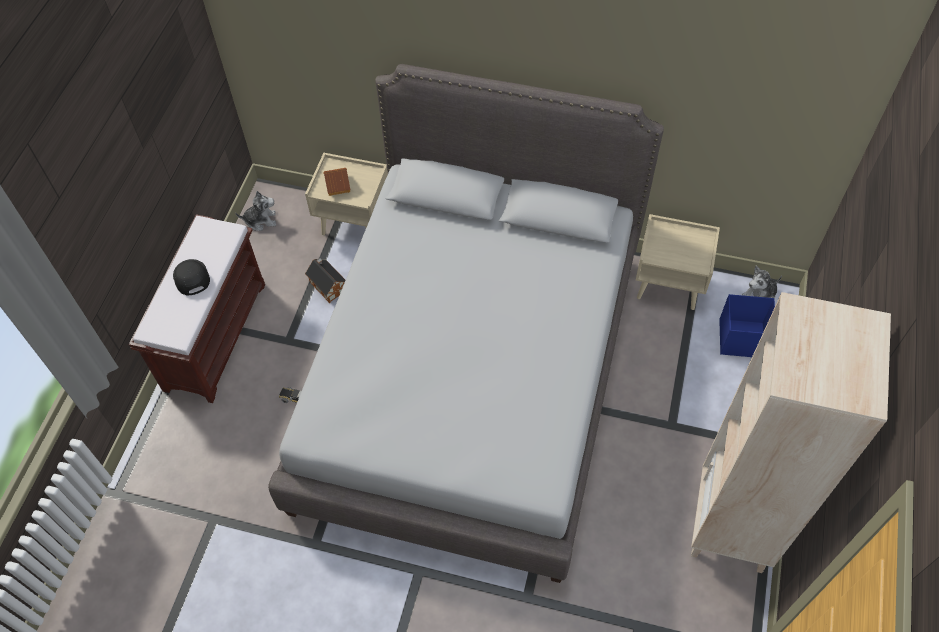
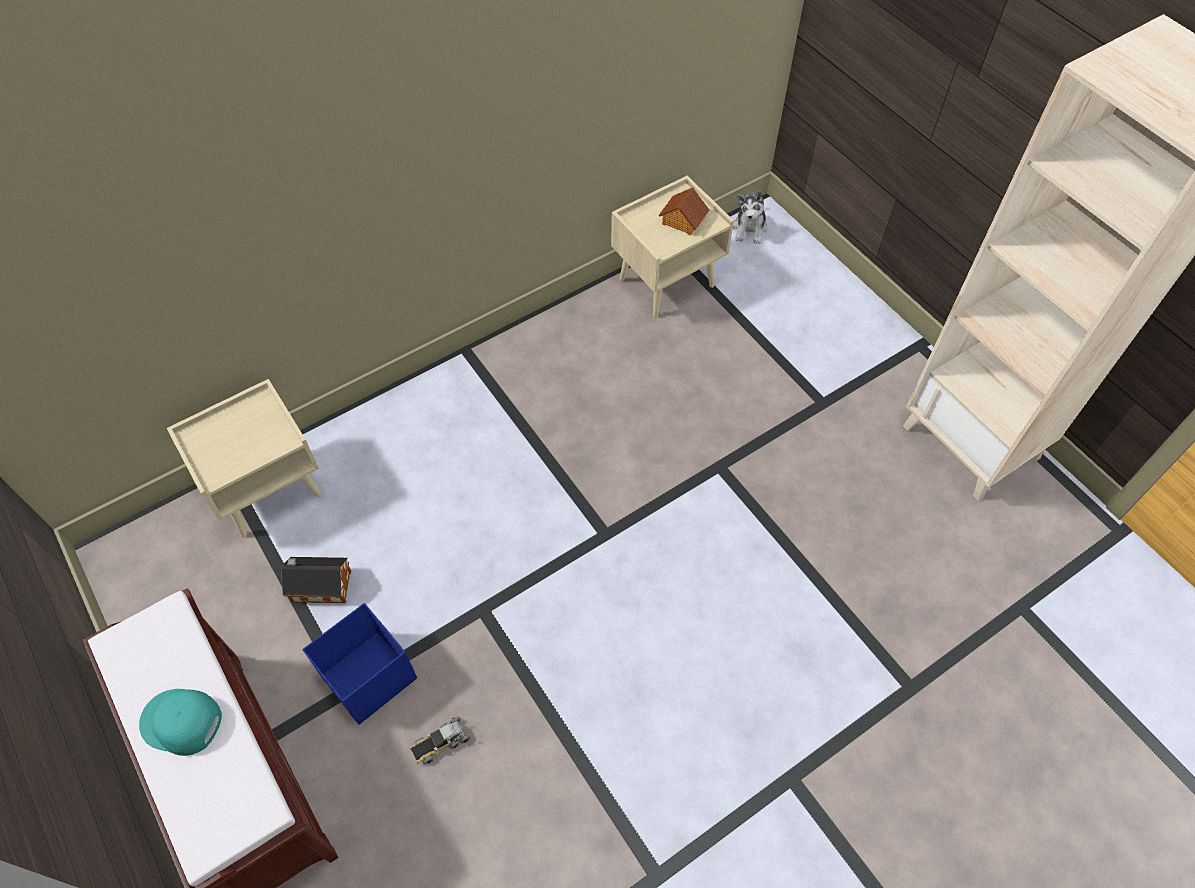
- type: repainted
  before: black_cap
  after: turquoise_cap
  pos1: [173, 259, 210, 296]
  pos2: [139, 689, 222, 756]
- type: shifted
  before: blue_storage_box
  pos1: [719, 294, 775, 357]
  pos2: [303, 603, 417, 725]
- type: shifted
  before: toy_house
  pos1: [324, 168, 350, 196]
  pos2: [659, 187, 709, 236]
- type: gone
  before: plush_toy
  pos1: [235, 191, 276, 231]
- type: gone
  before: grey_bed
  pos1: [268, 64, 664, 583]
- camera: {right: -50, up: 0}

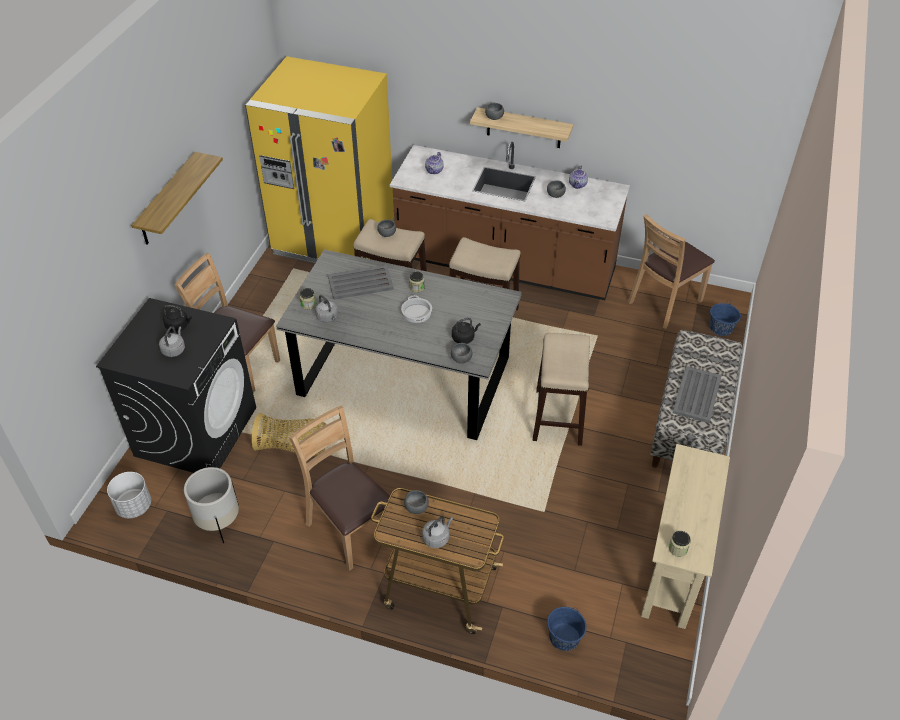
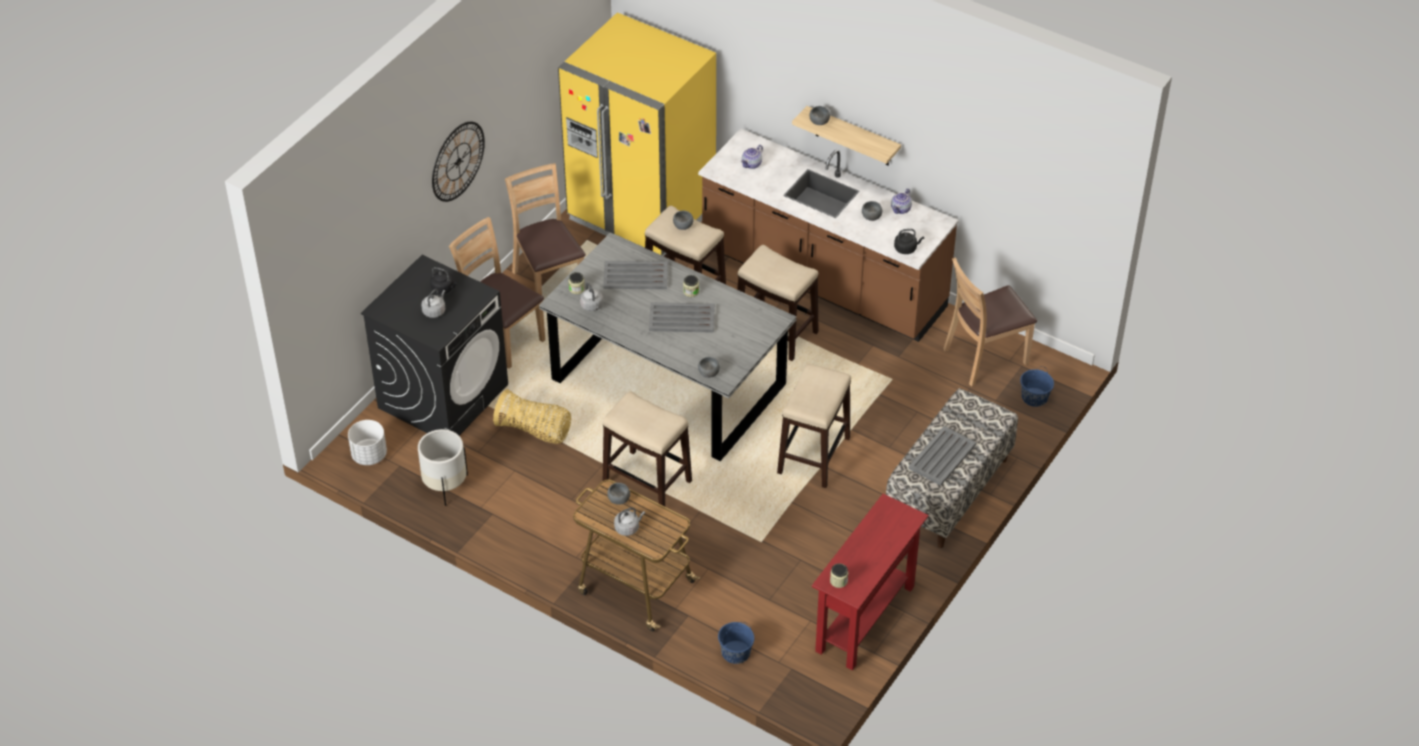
- type: swapped
  before: shelf
  after: wall_clock
  pos1: [131, 152, 223, 245]
  pos2: [432, 122, 485, 202]
- type: shifted
  before: brown_chair
  pos1: [289, 406, 394, 571]
  pos2: [505, 163, 586, 295]
- type: new
  after: stool
  pos2: [603, 391, 692, 506]
- type: swapped
  before: cooking_pot
  after: grey_tray
  pos1: [401, 295, 432, 323]
  pos2: [649, 302, 715, 333]
- type: repainted
  before: beige_console_table
  after: red_console_table
  pos1: [641, 444, 730, 629]
  pos2: [812, 494, 929, 671]
- type: shifted
  before: black_kettle
  pos1: [452, 318, 481, 344]
  pos2: [894, 229, 924, 254]
- camera: {right: 15, up: 0}

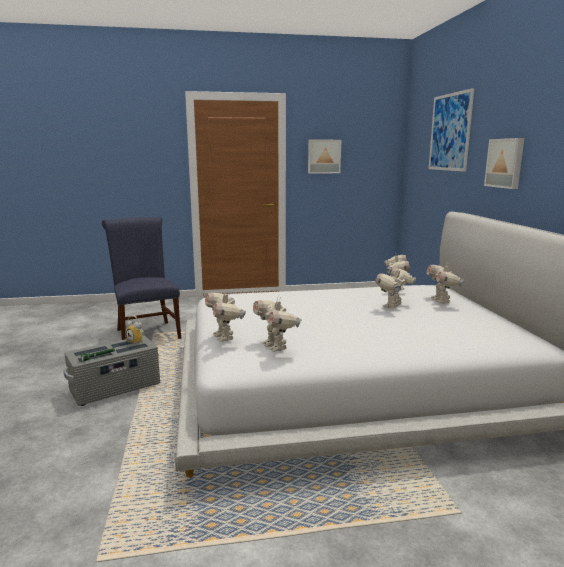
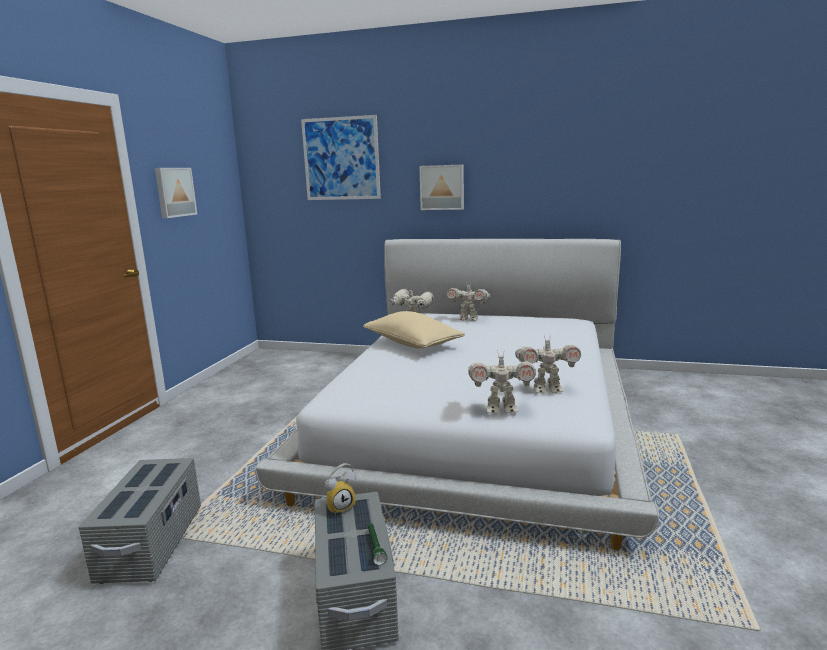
- type: swapped
  before: blue_chair
  after: grey_storage_box
  pos1: [102, 217, 181, 340]
  pos2: [79, 458, 201, 584]
- type: new
  after: beige_pillow
  pos2: [363, 311, 465, 348]
- type: gone
  before: toy_robot
  pos1: [375, 267, 416, 309]
- camera: {right: -65, up: 0}

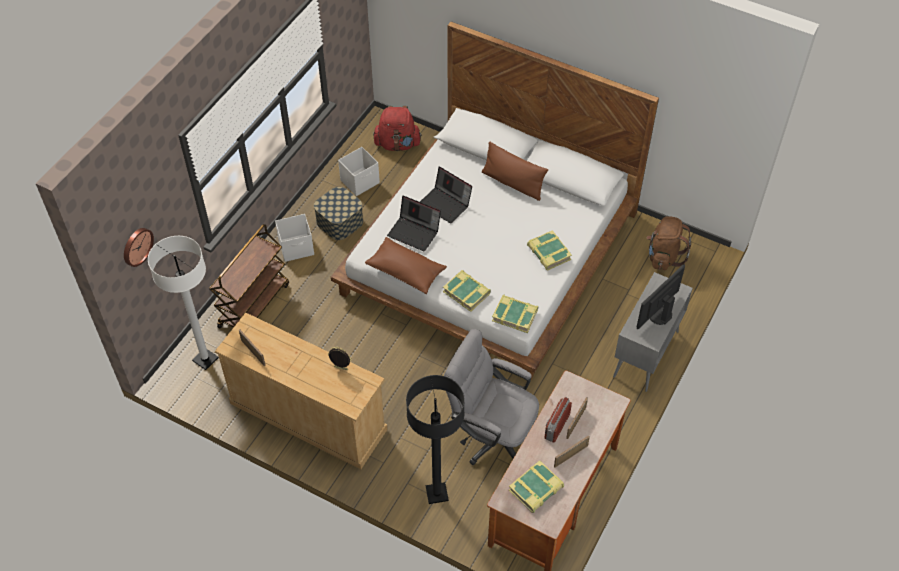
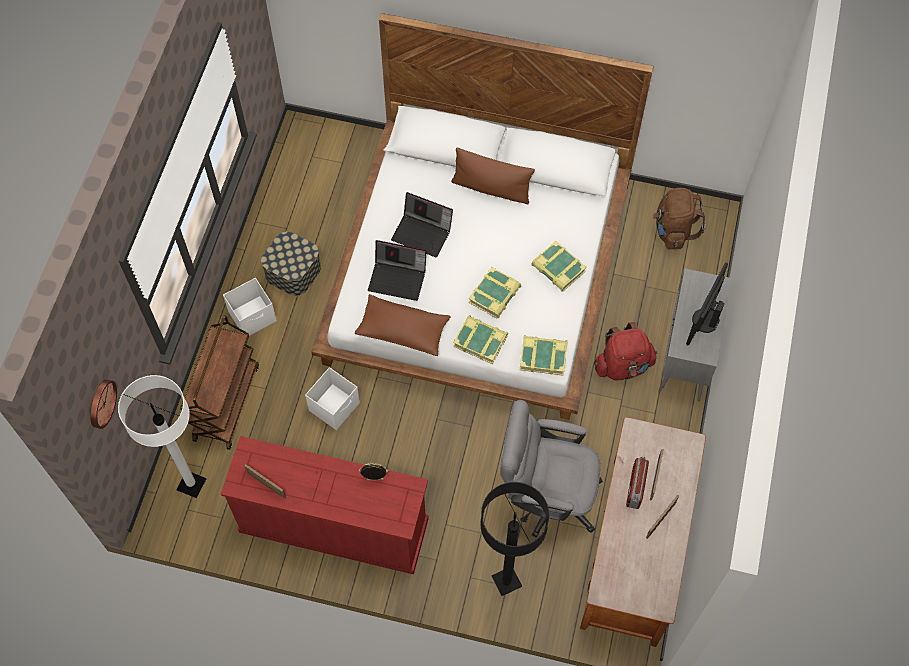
- type: repainted
  before: beige_dresser
  after: red_dresser
  pos1: [215, 313, 387, 469]
  pos2: [221, 436, 429, 574]
- type: shifted
  before: white_storage_box
  pos1: [338, 147, 380, 196]
  pos2: [305, 367, 360, 430]
- type: shifted
  before: book
  pos1: [509, 460, 564, 513]
  pos2: [469, 267, 521, 318]
- type: shifted
  before: red_backpack
  pos1: [373, 106, 422, 151]
  pos2: [594, 322, 657, 380]
- camera: {right: -15, up: 10}

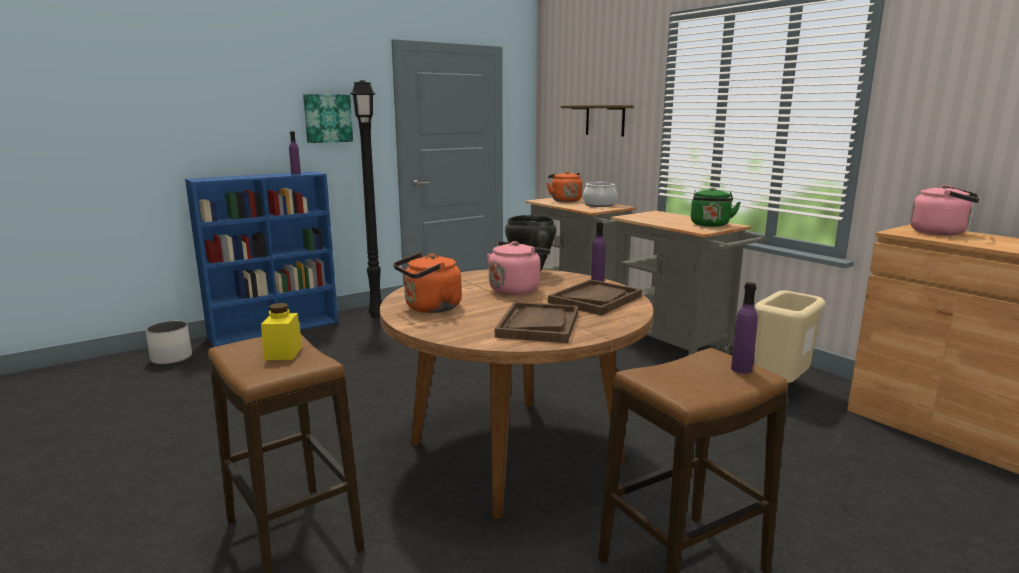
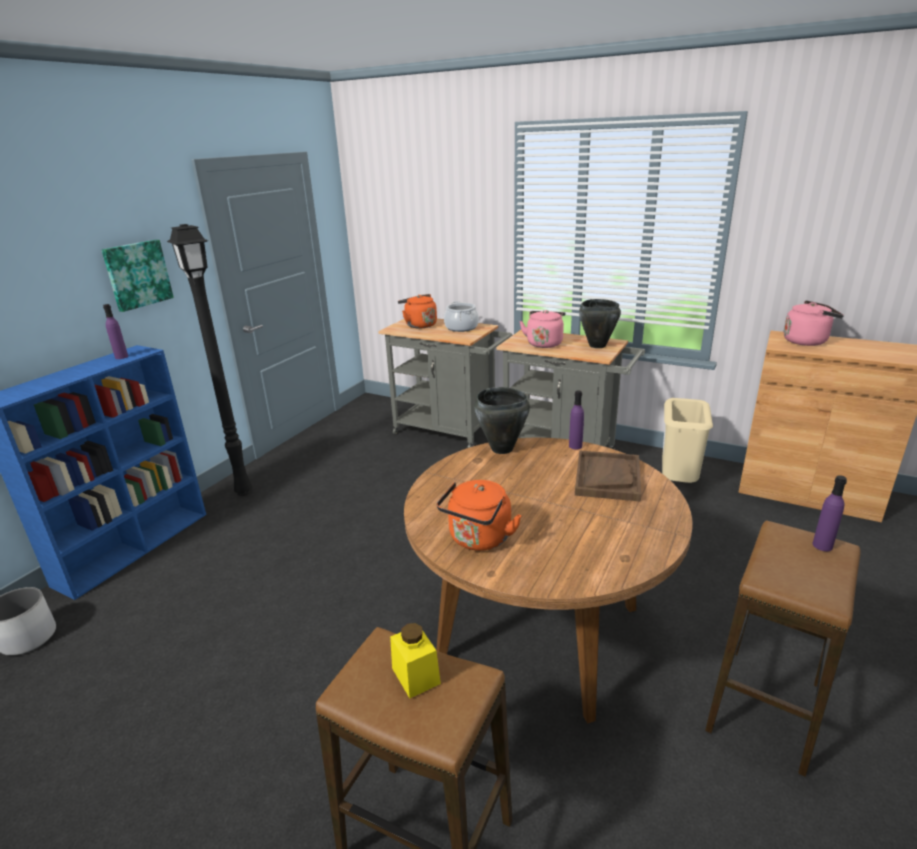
- type: shifted
  before: pink_kettle
  pos1: [487, 241, 550, 295]
  pos2: [520, 310, 565, 348]
- type: swapped
  before: green_kettle
  after: black_cooking_pot
  pos1: [691, 188, 741, 227]
  pos2: [579, 299, 621, 348]
- type: gone
  before: brown_tray
  pos1: [495, 302, 578, 343]
- type: gone
  before: shelf
  pos1: [561, 105, 634, 137]
- camera: {right: -25, up: 10}

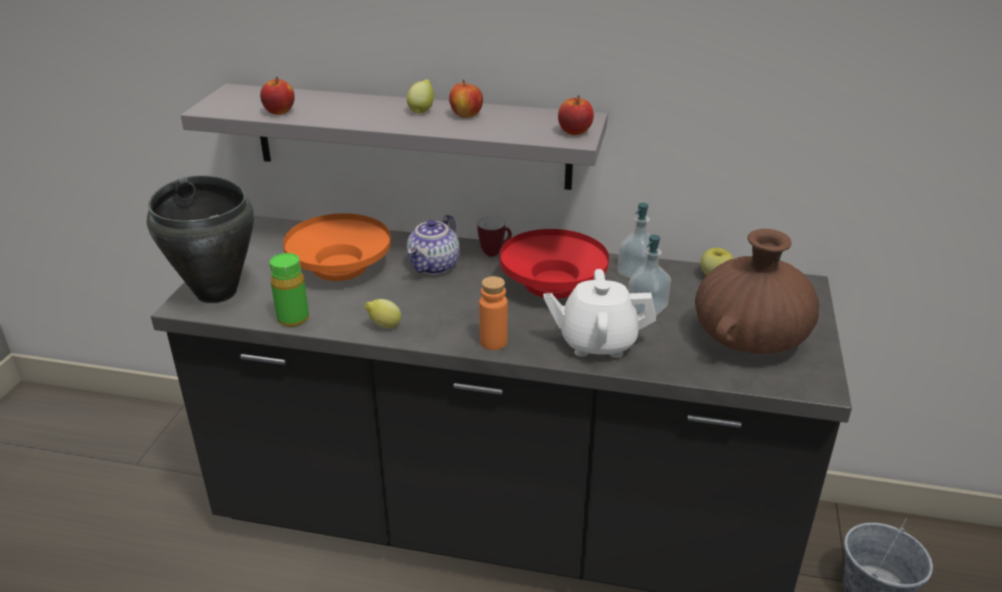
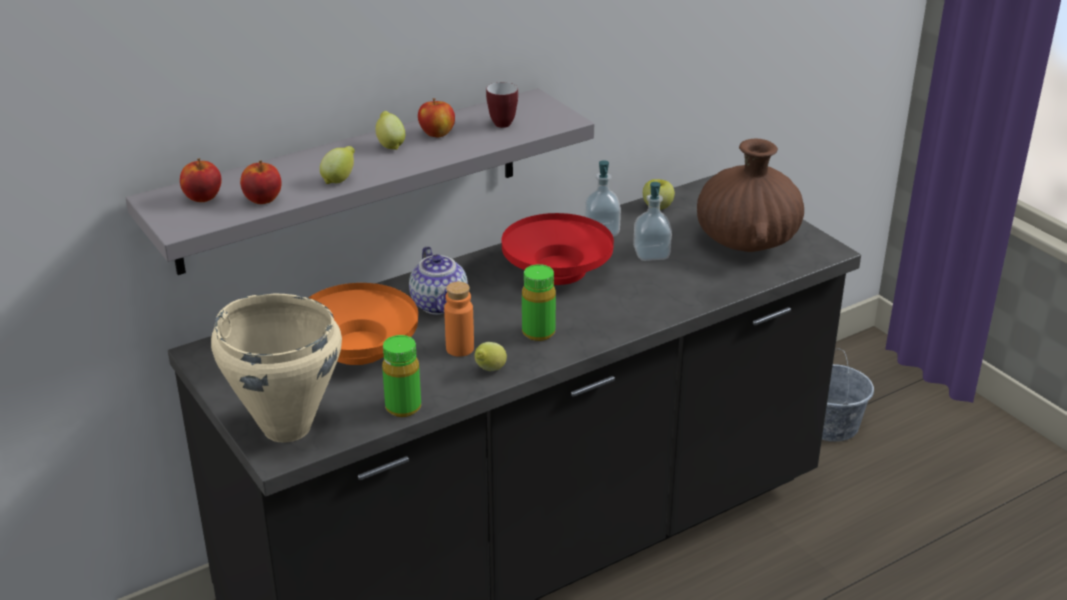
- type: shifted
  before: apple
  pos1: [558, 95, 594, 135]
  pos2: [180, 158, 222, 202]
- type: repainted
  before: black_cooking_pot
  after: beige_cooking_pot
  pos1: [147, 175, 254, 303]
  pos2: [211, 293, 342, 443]
- type: new
  after: lemon
  pos2: [320, 146, 355, 184]
- type: shifted
  before: orange_bottle
  pos1: [479, 276, 508, 350]
  pos2: [444, 282, 474, 357]
- type: shifted
  before: mug
  pos1: [478, 217, 512, 257]
  pos2: [486, 82, 518, 128]
- type: new
  after: green_bottle
  pos2: [522, 264, 556, 341]
- type: gone
  before: white_teapot
  pos1: [544, 269, 656, 358]
- camera: {right: -45, up: 0}

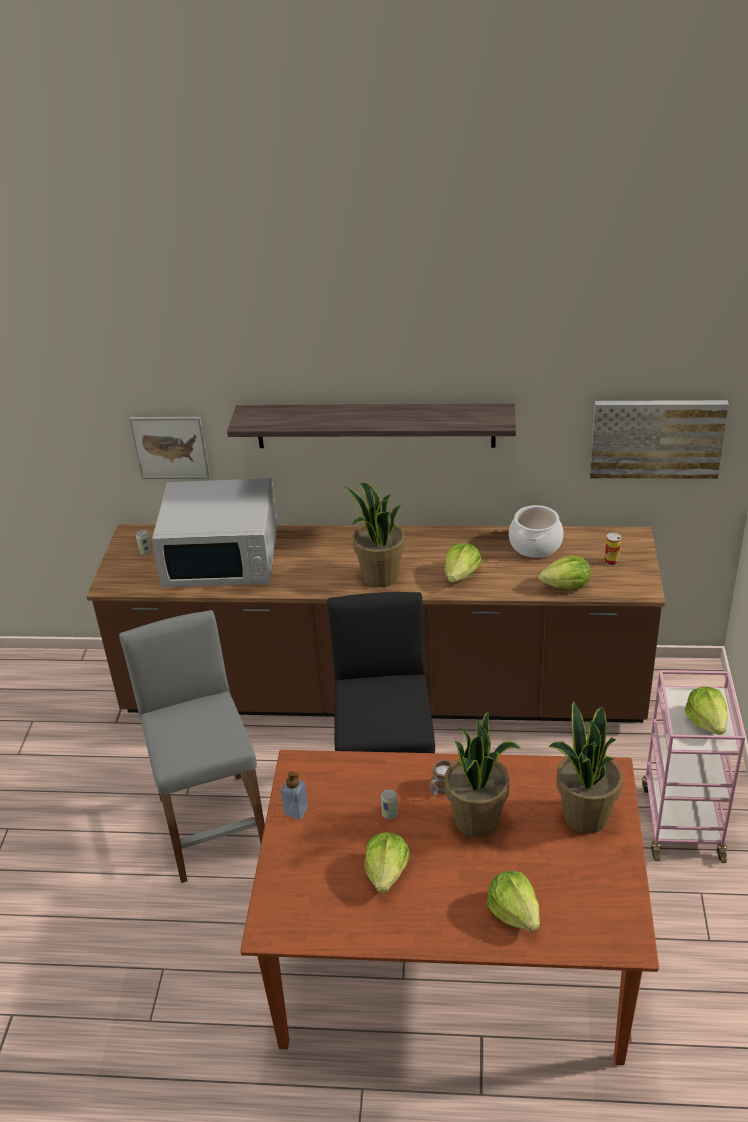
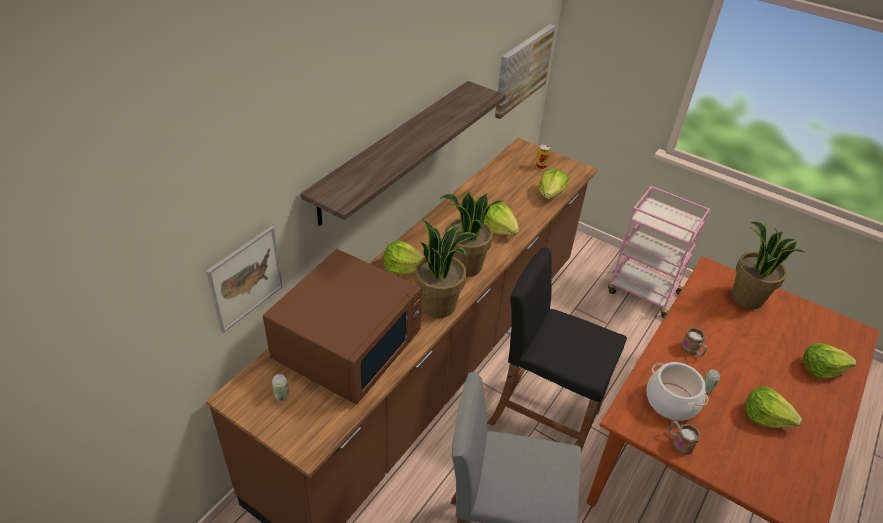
- type: repainted
  before: white_microwave
  after: brown_microwave
  pos1: [152, 478, 278, 587]
  pos2: [263, 249, 422, 405]
- type: shifted
  before: lettuce
  pos1: [685, 686, 728, 735]
  pos2: [383, 240, 424, 275]
- type: shifted
  before: potted_plant
  pos1: [445, 710, 521, 837]
  pos2: [415, 220, 478, 318]
- type: shifted
  before: cooking_pot
  pos1: [509, 505, 564, 558]
  pos2: [647, 362, 709, 421]
- type: swapped
  before: soap_dispenser
  after: mug
  pos1: [281, 771, 308, 820]
  pos2: [669, 420, 701, 455]
- camera: {right: -65, up: 5}

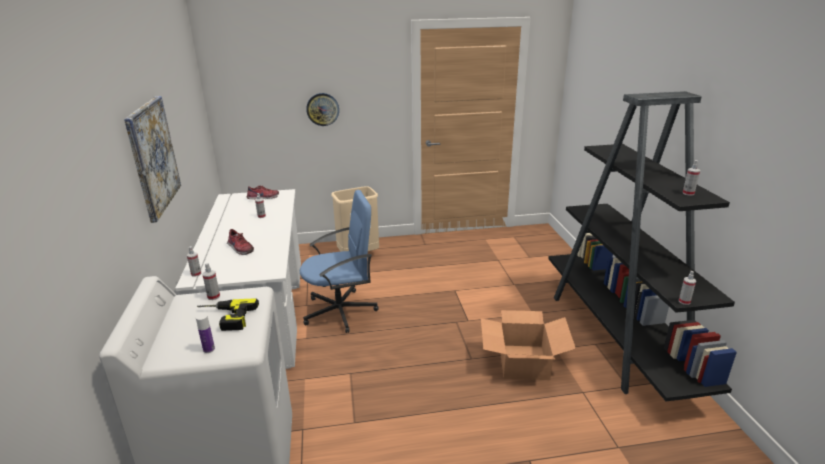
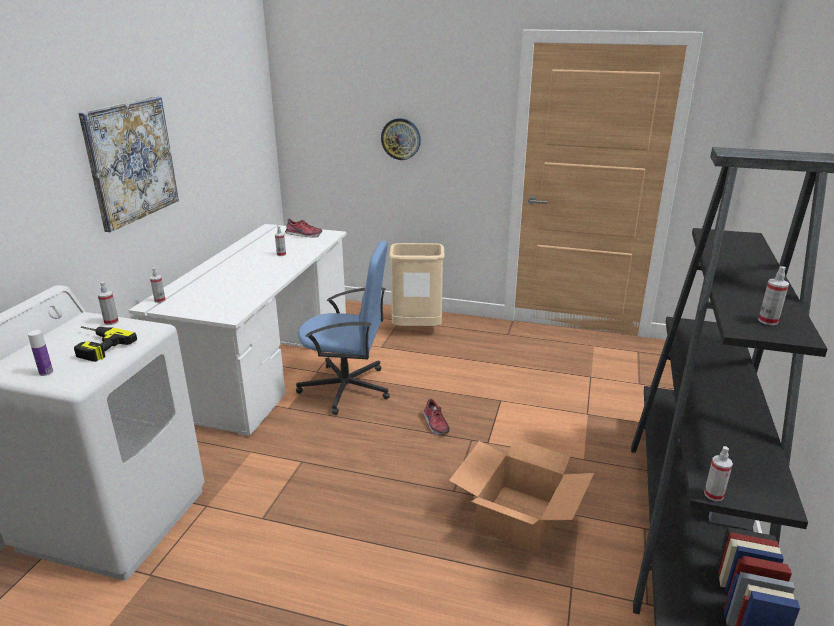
- type: shifted
  before: shoe
  pos1: [227, 229, 254, 255]
  pos2: [423, 399, 450, 436]
- camera: {right: 25, up: 0}

